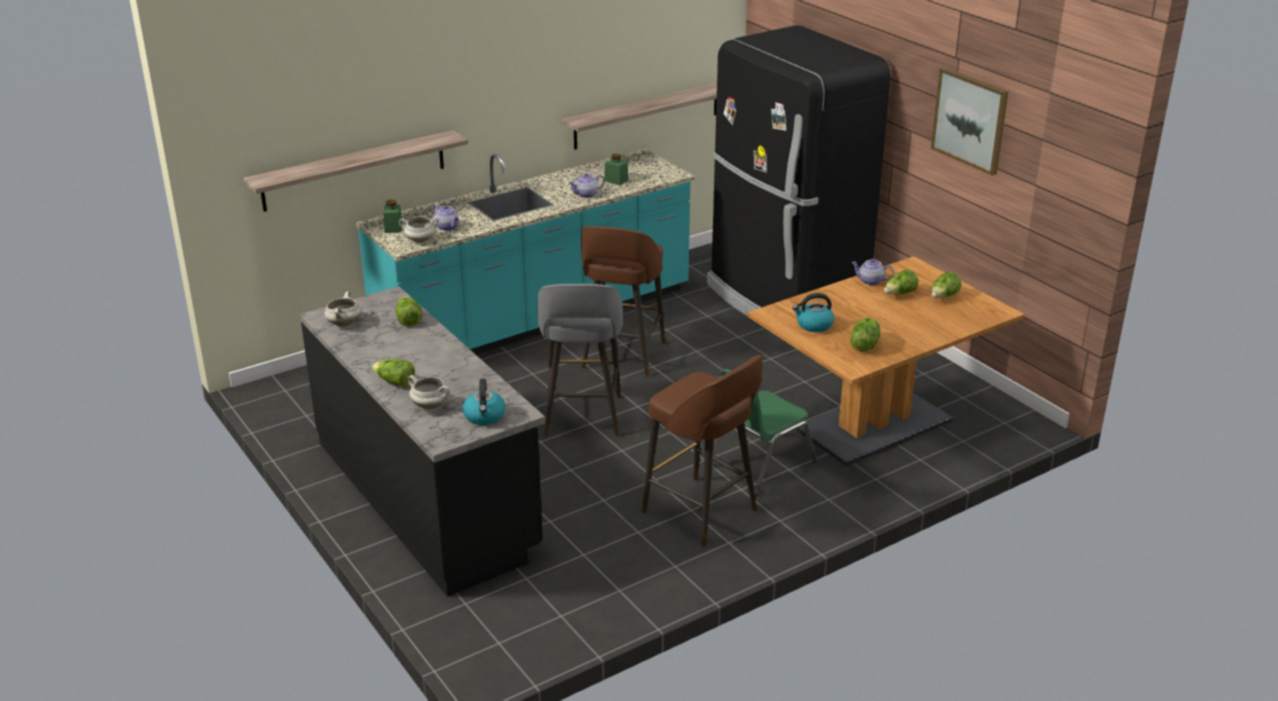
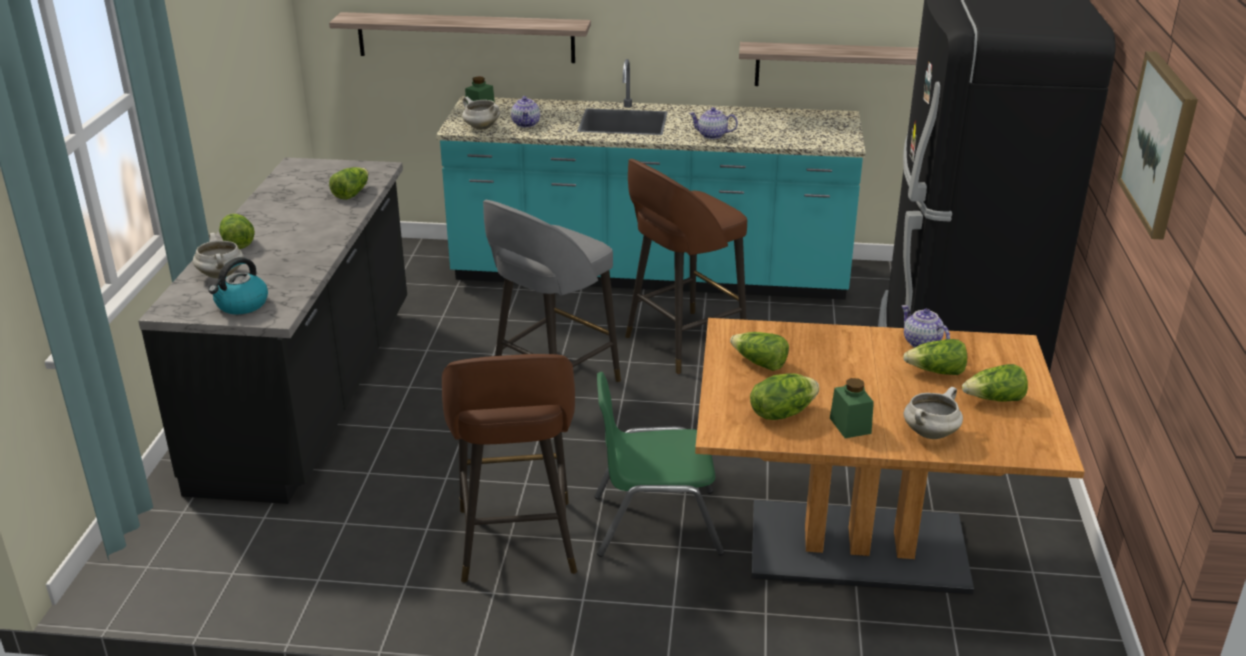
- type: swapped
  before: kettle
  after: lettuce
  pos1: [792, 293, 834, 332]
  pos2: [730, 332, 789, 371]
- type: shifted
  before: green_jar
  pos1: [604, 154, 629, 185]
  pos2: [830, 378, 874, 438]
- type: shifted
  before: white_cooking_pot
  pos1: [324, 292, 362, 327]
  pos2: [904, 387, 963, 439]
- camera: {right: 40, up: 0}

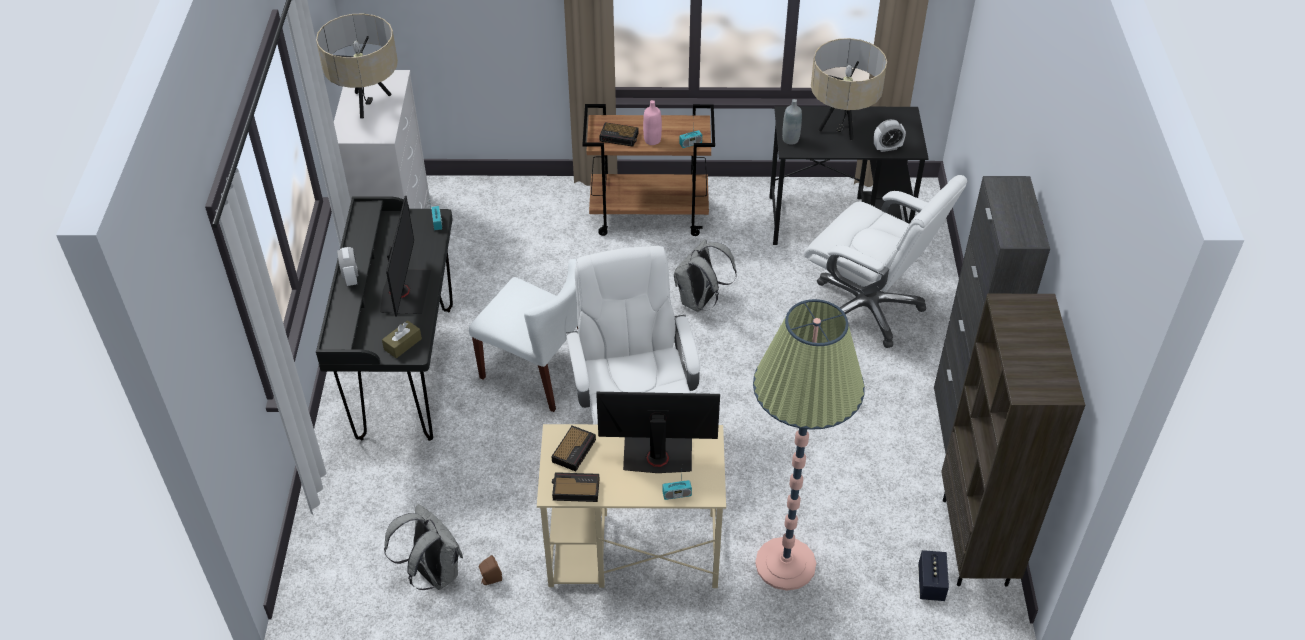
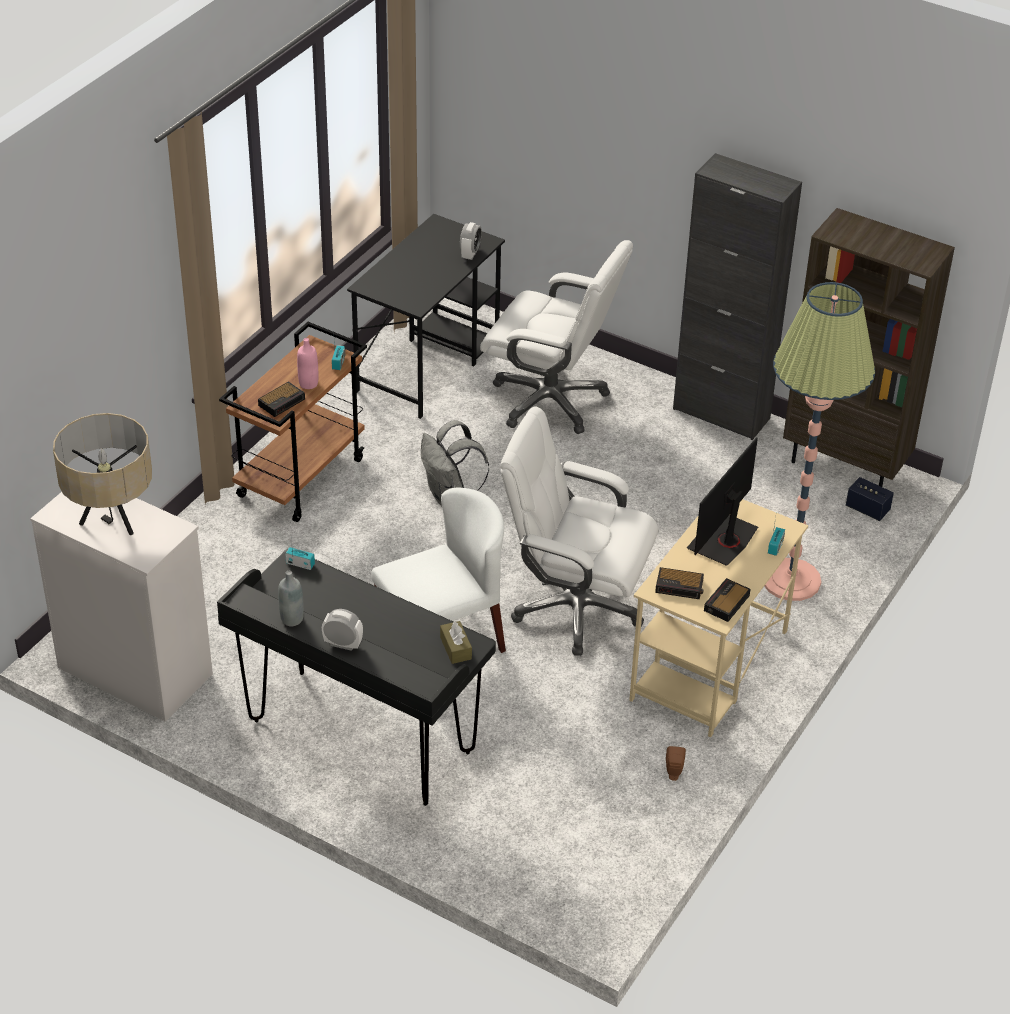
- type: shifted
  before: grey_bottle
  pos1: [782, 99, 802, 145]
  pos2: [278, 571, 304, 626]
- type: rotated
  before: white_office_chair
  pos1: [804, 175, 967, 348]
  pos2: [480, 240, 633, 434]
  turn: 45
- type: rotated
  before: alarm_clock
  pos1: [551, 425, 596, 471]
  pos2: [655, 567, 704, 599]
  turn: 135
- type: gone
  before: monitor
  pos1: [380, 195, 431, 317]
- type: gone
  before: grey_backpack
  pos1: [384, 504, 463, 590]
- type: gone
  before: beige_table_lamp
  pos1: [811, 38, 887, 140]
- camera: {right: -60, up: -5}

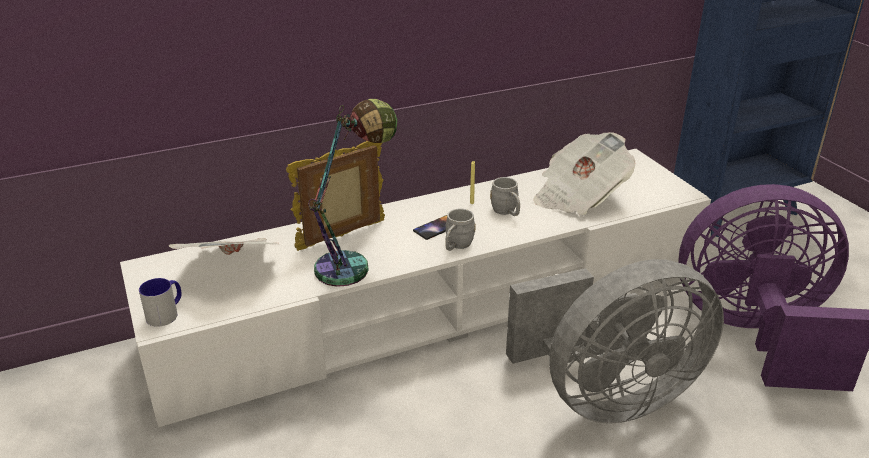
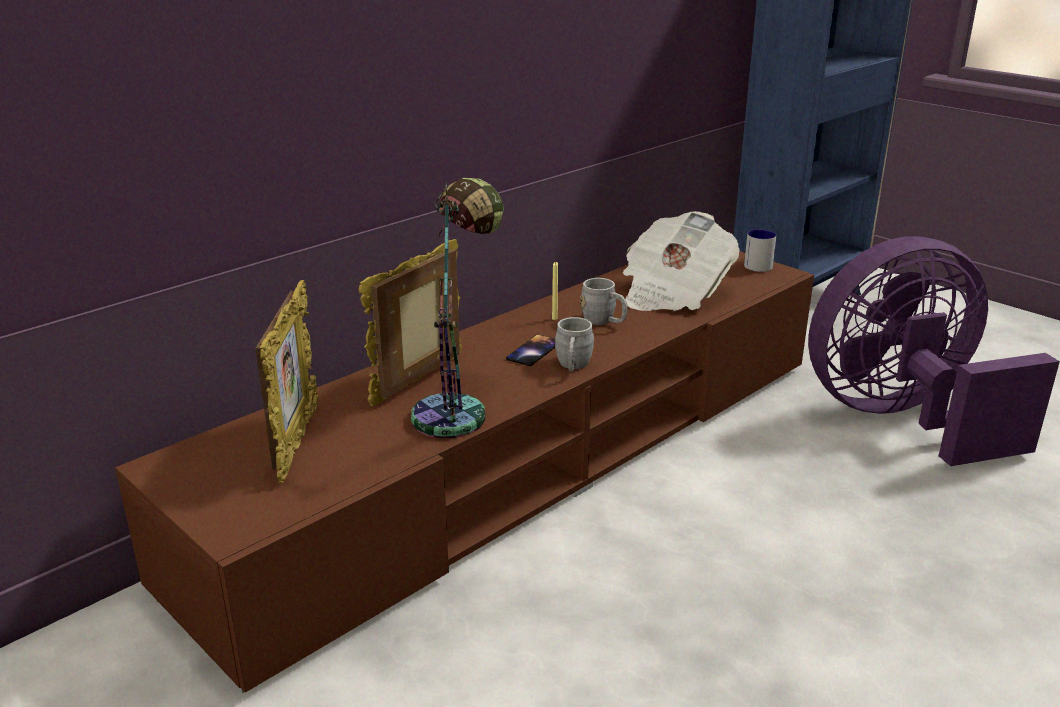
- type: repainted
  before: white_tv_stand
  after: brown_tv_stand
  pos1: [120, 149, 711, 427]
  pos2: [115, 251, 814, 693]
- type: swapped
  before: newspaper
  after: picture_frame
  pos1: [169, 238, 278, 255]
  pos2: [255, 280, 318, 483]
- type: shifted
  before: mug
  pos1: [139, 278, 182, 327]
  pos2: [744, 229, 777, 272]
- type: gone
  before: grey_fan
  pos1: [506, 259, 724, 424]
- camera: {right: -20, up: -5}

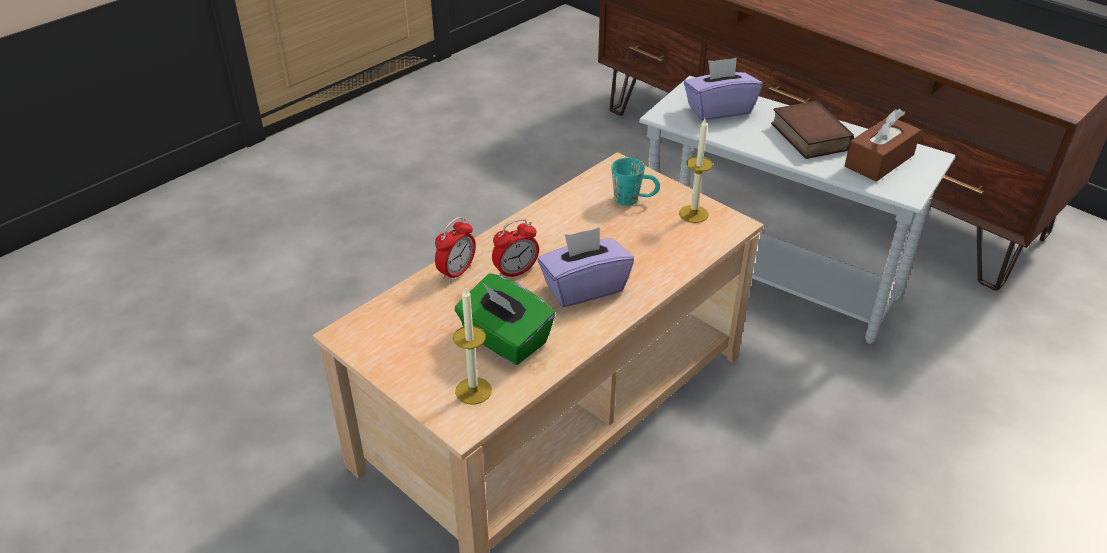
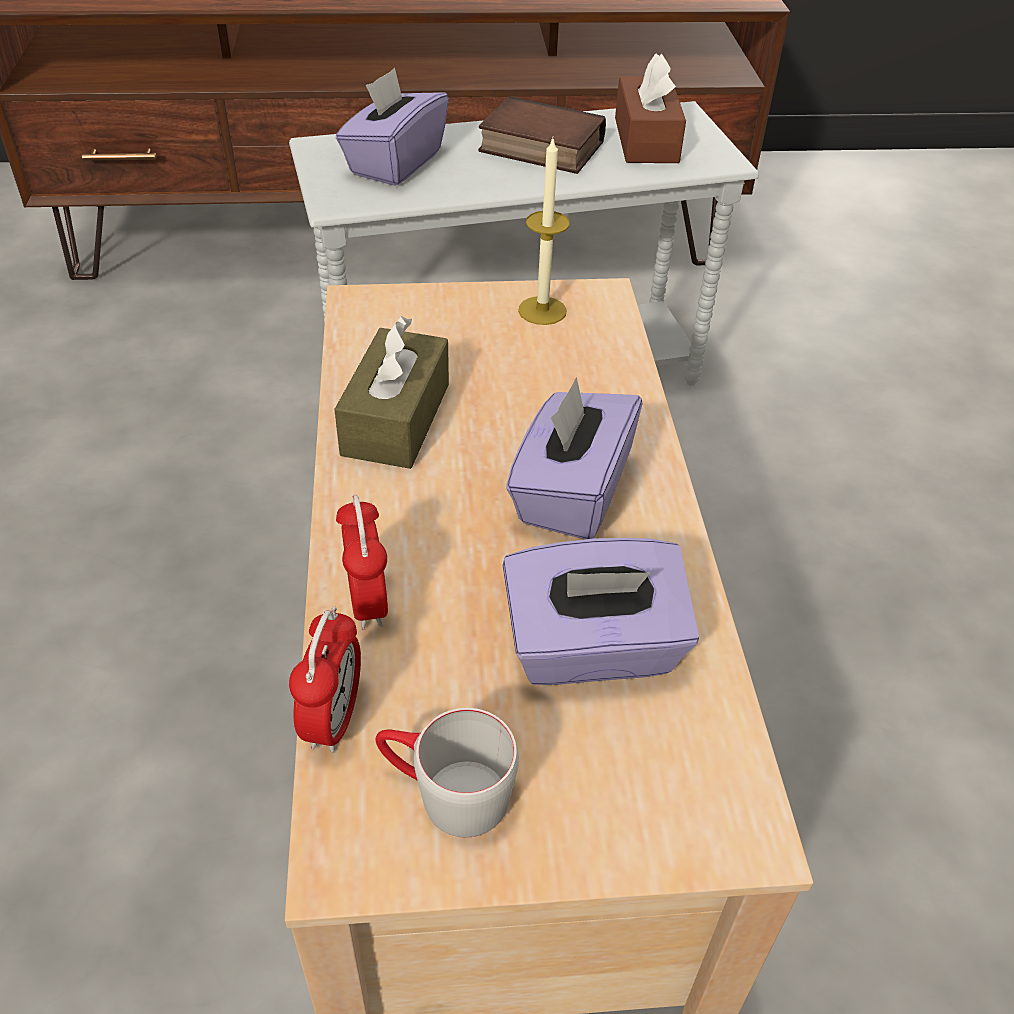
- type: shifted
  before: alarm_clock
  pos1: [492, 219, 539, 278]
  pos2: [289, 607, 361, 753]
- type: new
  after: brown_tissue_box
  pos2: [334, 316, 449, 469]
- type: new
  after: grey_mug
  pos2: [376, 708, 519, 838]
- type: repainted
  before: green_tissue_box
  after: purple_tissue_box
  pos1: [455, 274, 555, 365]
  pos2: [503, 538, 699, 685]
- type: gone
  before: candle
  pos1: [453, 286, 492, 404]
- type: gone
  before: turquoise_mug
  pos1: [611, 158, 660, 206]
- camera: {right: -50, up: 5}

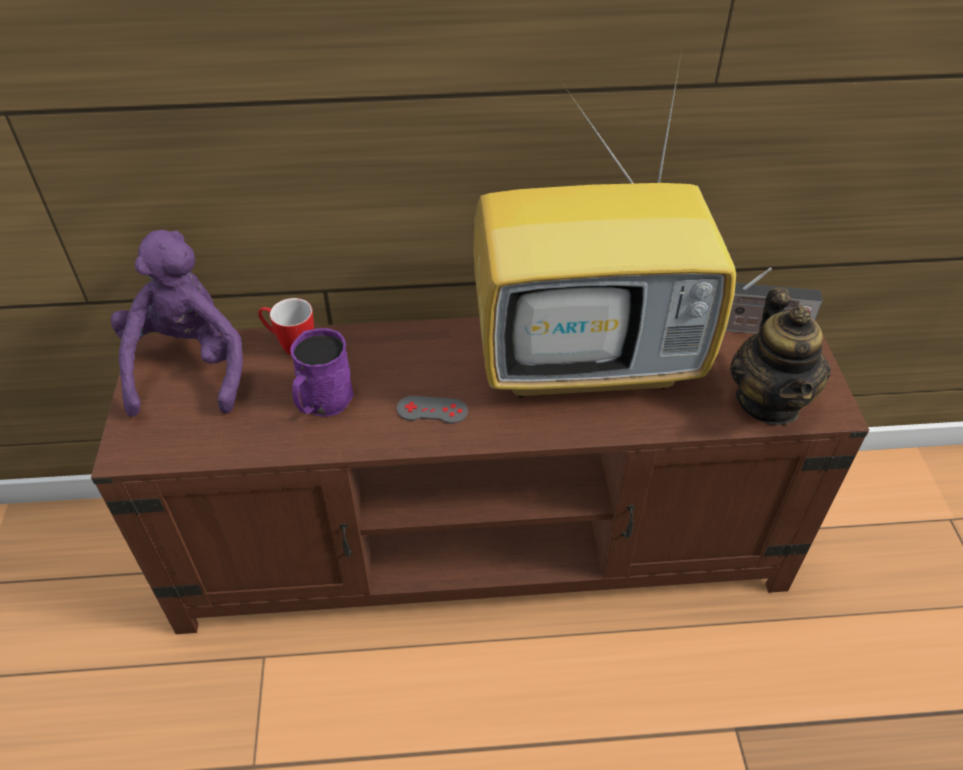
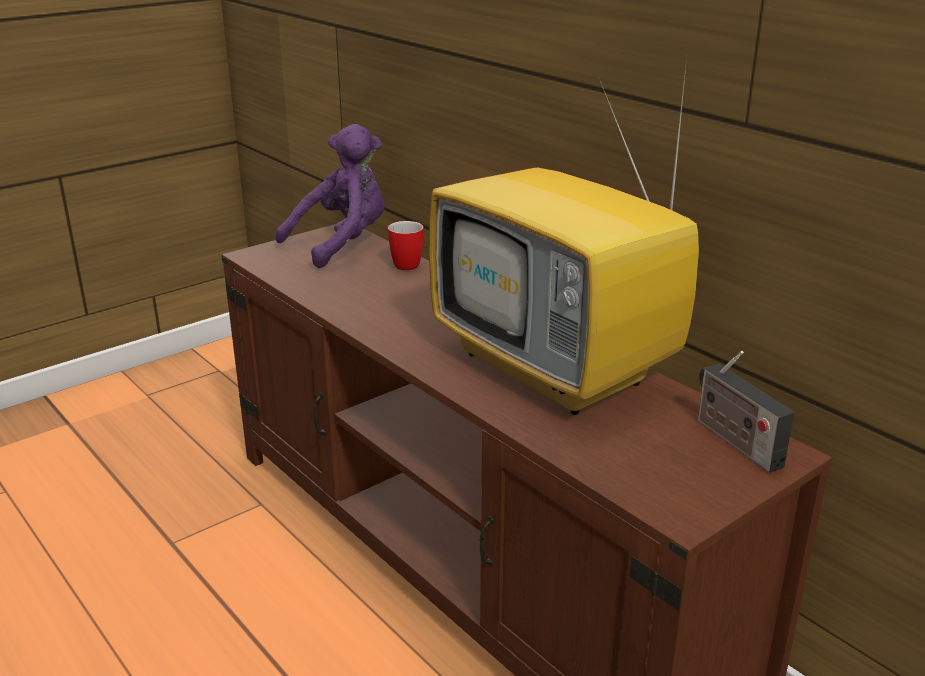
- type: gone
  before: purple_mug
  pos1: [290, 328, 354, 417]
- type: gone
  before: grey_game_controller
  pos1: [396, 396, 468, 424]
- type: gone
  before: teapot
  pos1: [730, 288, 831, 425]
- camera: {right: 55, up: -20}

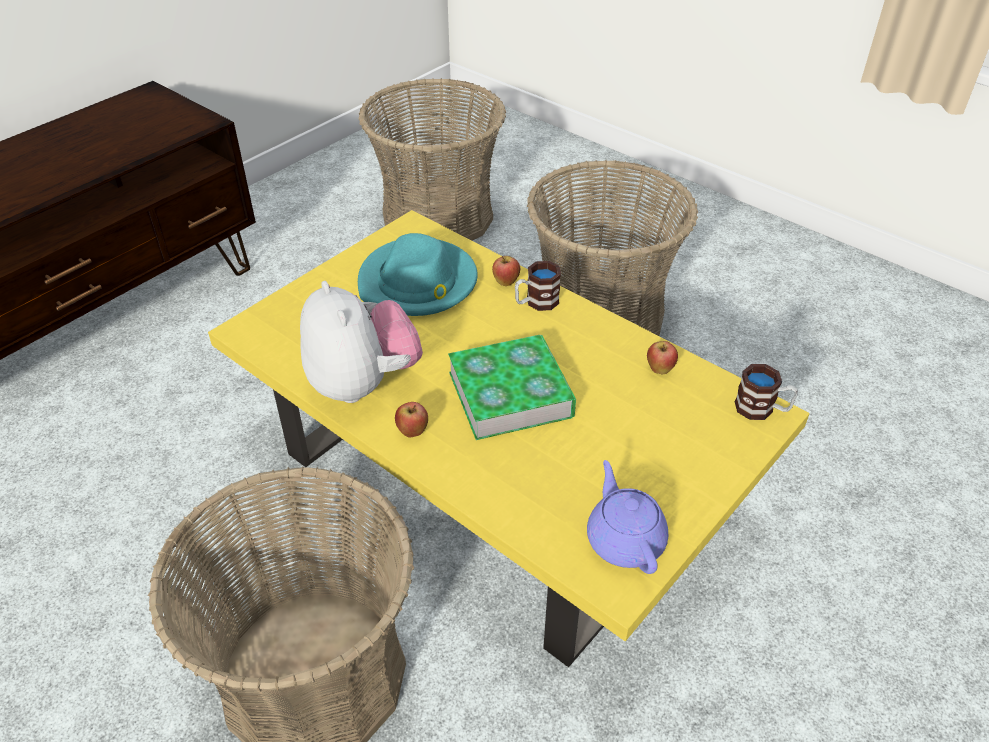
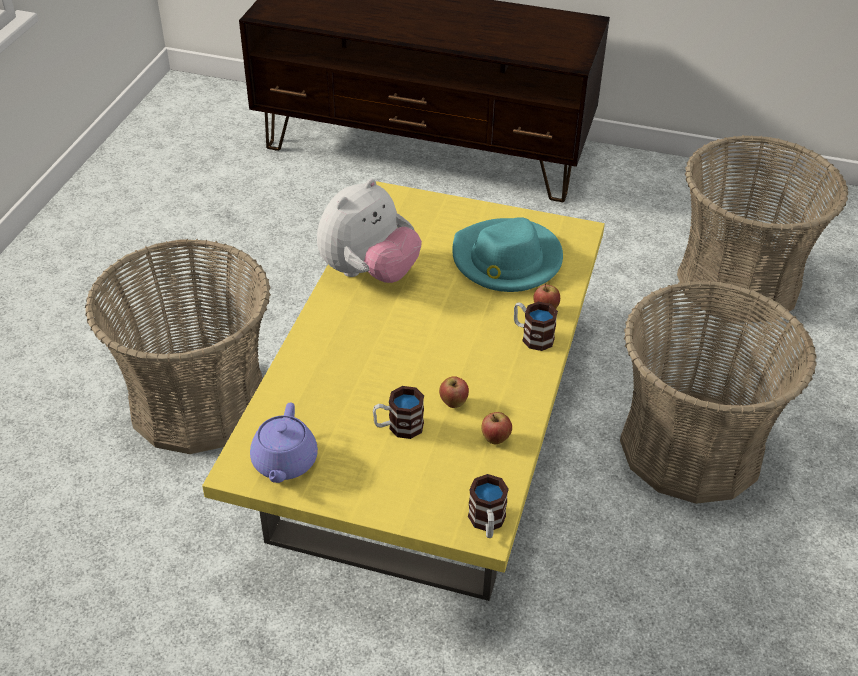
- type: rotated
  before: purple_teapot
  pos1: [587, 460, 668, 574]
  pos2: [250, 403, 318, 483]
  turn: 135
- type: new
  after: mug
  pos2: [373, 386, 424, 439]
- type: shifted
  before: apple
  pos1: [395, 402, 428, 437]
  pos2: [439, 376, 469, 408]
- type: gone
  before: book
  pos1: [448, 335, 576, 440]
- camera: {right: 65, up: 0}

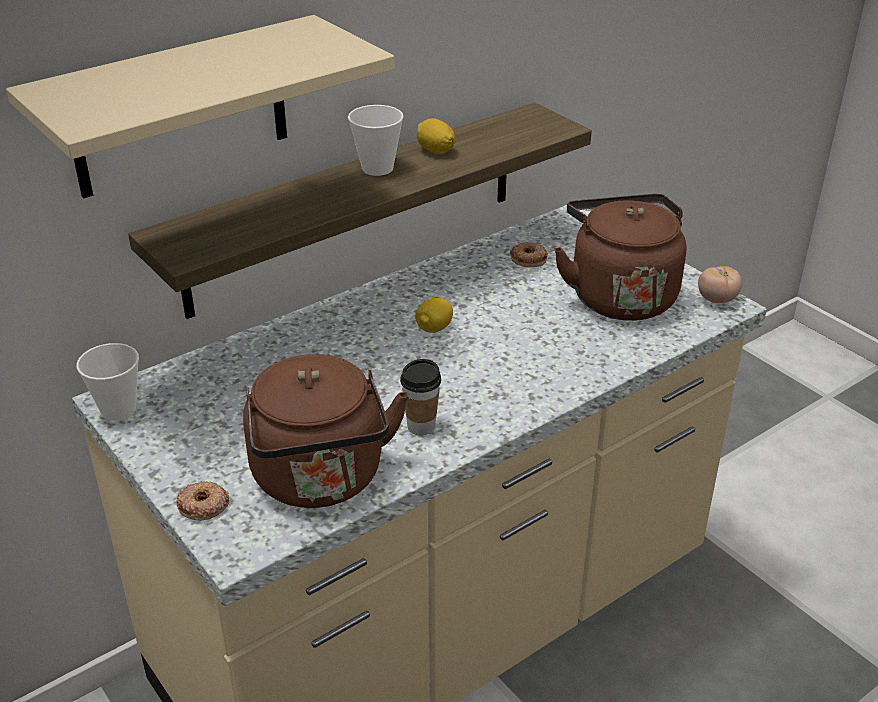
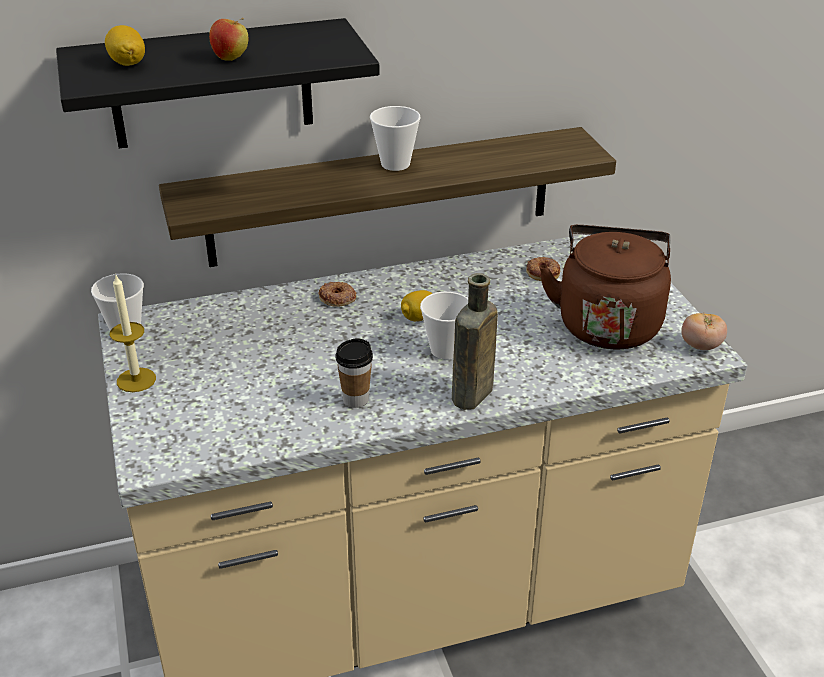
- type: repainted
  before: beige_shelf
  after: black_shelf
  pos1: [6, 15, 395, 199]
  pos2: [56, 18, 380, 148]
- type: shifted
  before: lemon
  pos1: [417, 118, 455, 154]
  pos2: [105, 25, 145, 66]
- type: new
  after: candle
  pos2: [110, 275, 156, 392]
- type: new
  after: apple
  pos2: [209, 18, 248, 61]
- type: shifted
  before: donut
  pos1: [176, 481, 229, 520]
  pos2: [318, 281, 356, 307]
- type: new
  after: cup
  pos2: [420, 292, 468, 359]
- type: new
  after: brown_bottle
  pos2: [452, 273, 498, 410]
- type: gone
  before: brown_kettle
  pos1: [243, 354, 409, 508]
- camera: {right: 20, up: 0}

